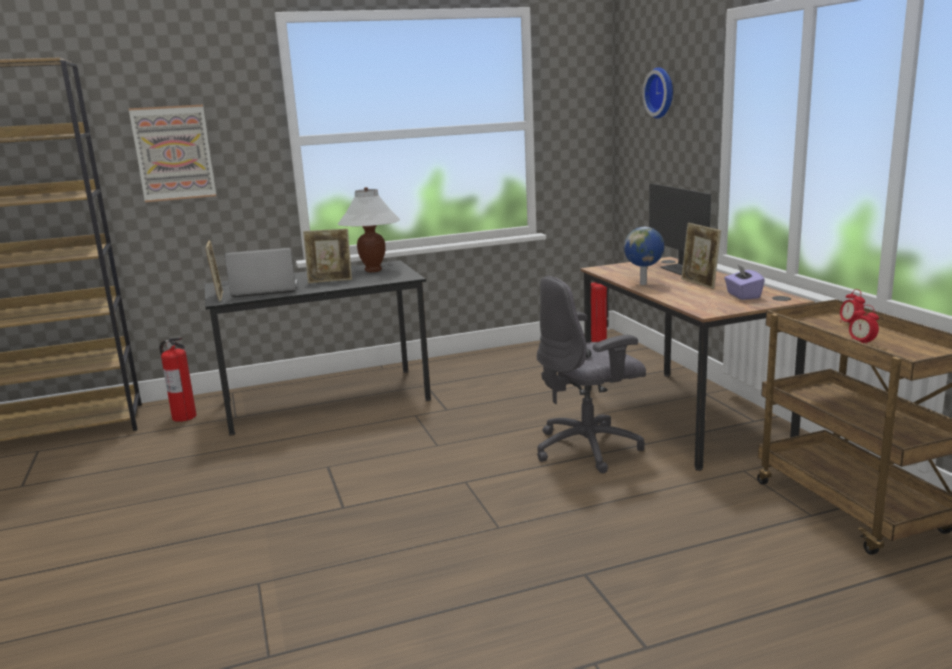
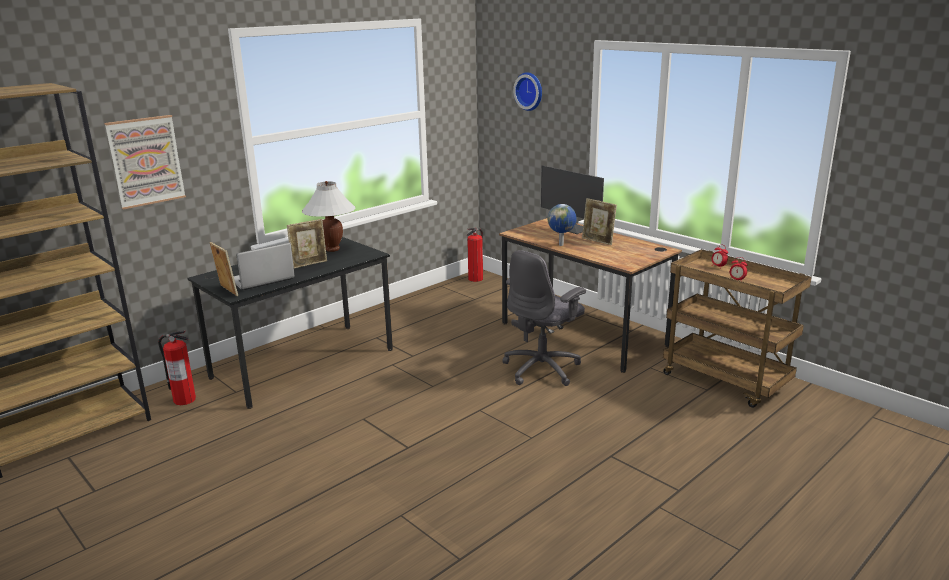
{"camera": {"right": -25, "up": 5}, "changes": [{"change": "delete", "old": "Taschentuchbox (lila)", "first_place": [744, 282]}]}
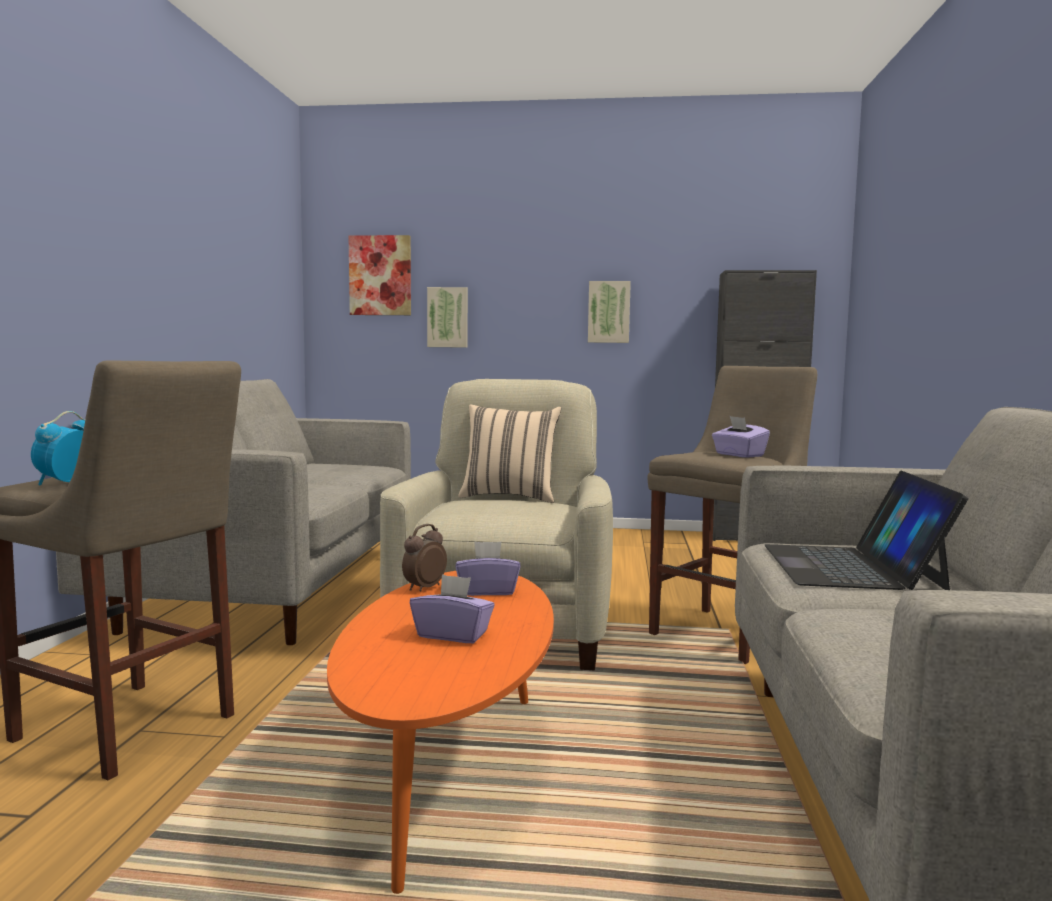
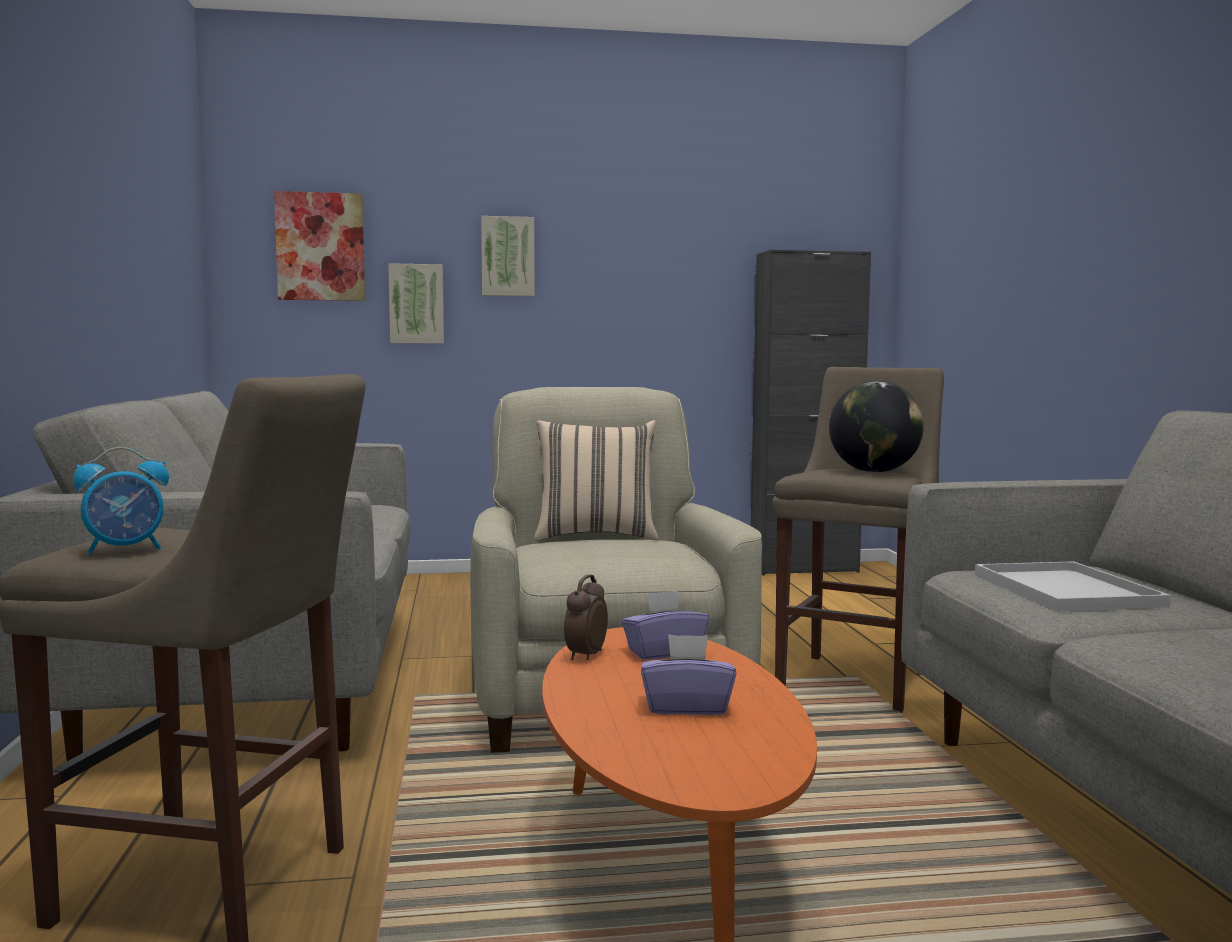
{"camera": {"right": -15, "up": 0}, "changes": [{"change": "move", "old": "Bild", "first_place": [609, 312], "second_place": [508, 256]}, {"change": "rotate", "old": "Wecker", "first_place": [58, 448], "second_place": [121, 501], "degrees": -120}, {"change": "replace", "old": "Taschentuchbox (lila)", "new": "Globus", "first_place": [741, 437], "second_place": [876, 427]}, {"change": "replace", "old": "Laptop", "new": "Tablett (weiß)", "first_place": [866, 530], "second_place": [1073, 586]}]}
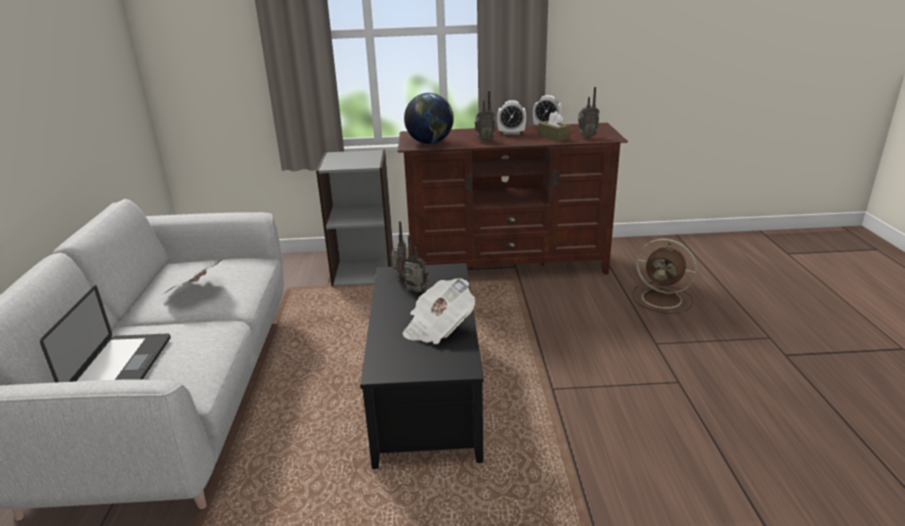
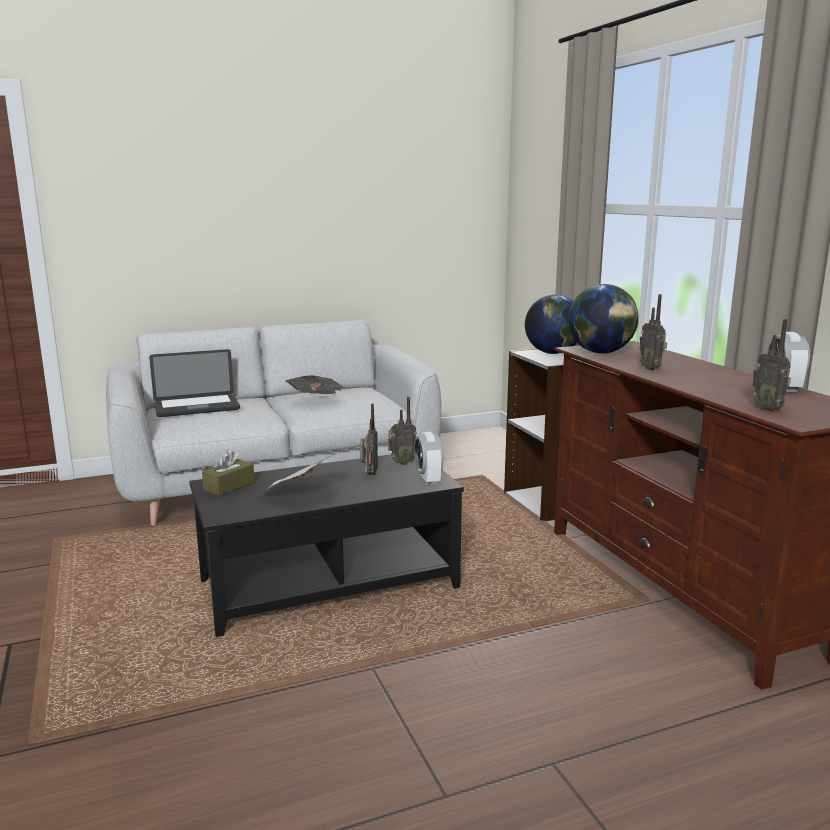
{"camera": {"right": 70, "up": -10}, "changes": [{"change": "move", "old": "Wecker", "first_place": [511, 117], "second_place": [429, 458]}, {"change": "move", "old": "Taschentuchbox (braun)", "first_place": [554, 126], "second_place": [228, 472]}, {"change": "delete", "old": "Ventilator (braun)", "first_place": [664, 276]}, {"change": "insert", "new": "Globus", "second_place": [551, 324]}]}
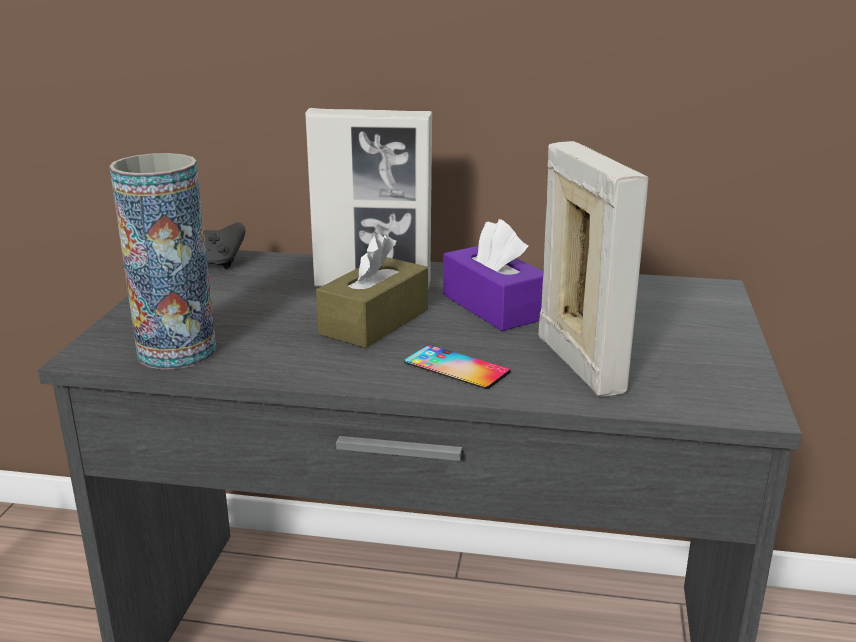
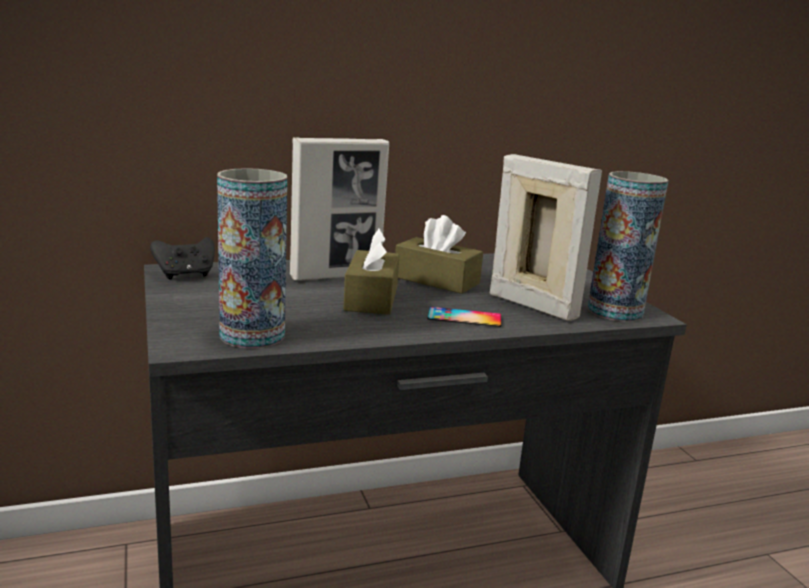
{"camera": {"right": -30, "up": -5}, "changes": [{"change": "recolor", "old": "Taschentuchbox (lila)", "new": "Taschentuchbox (braun)", "first_place": [493, 275], "second_place": [439, 254]}, {"change": "insert", "new": "Vase", "second_place": [628, 246]}]}
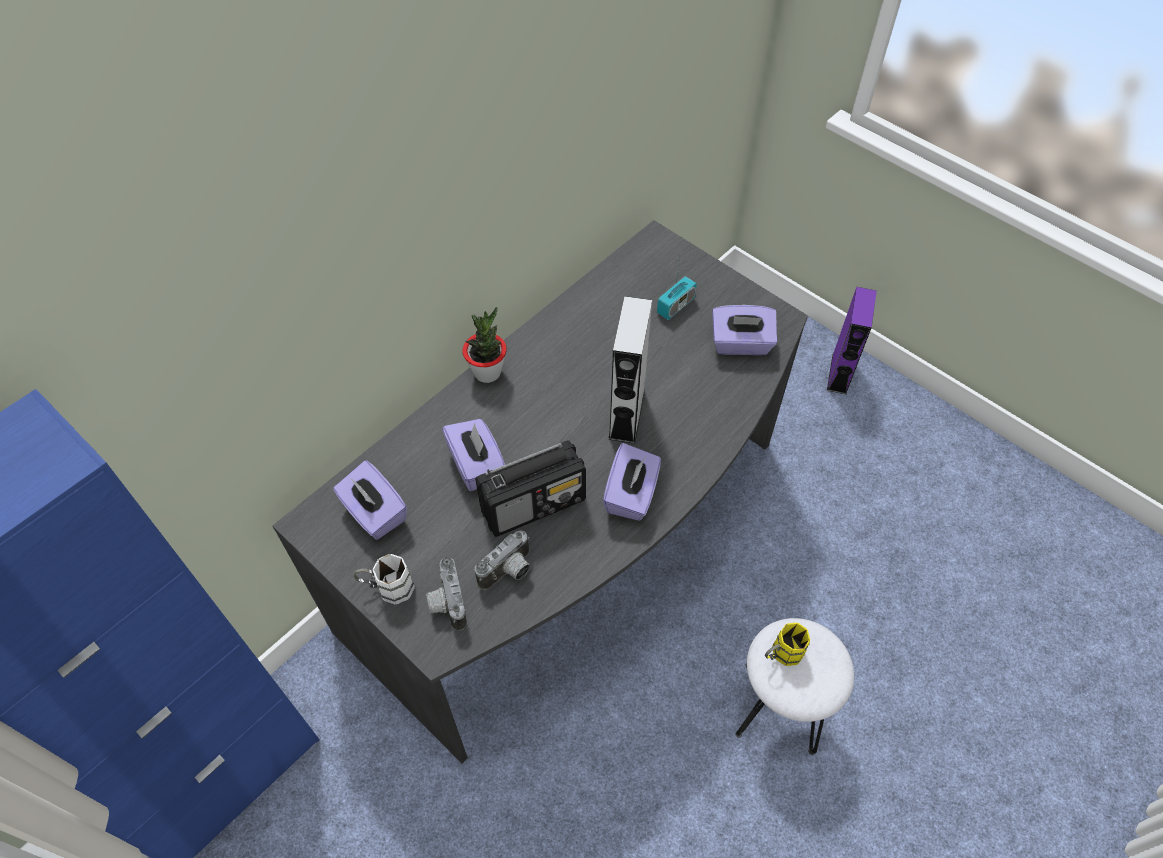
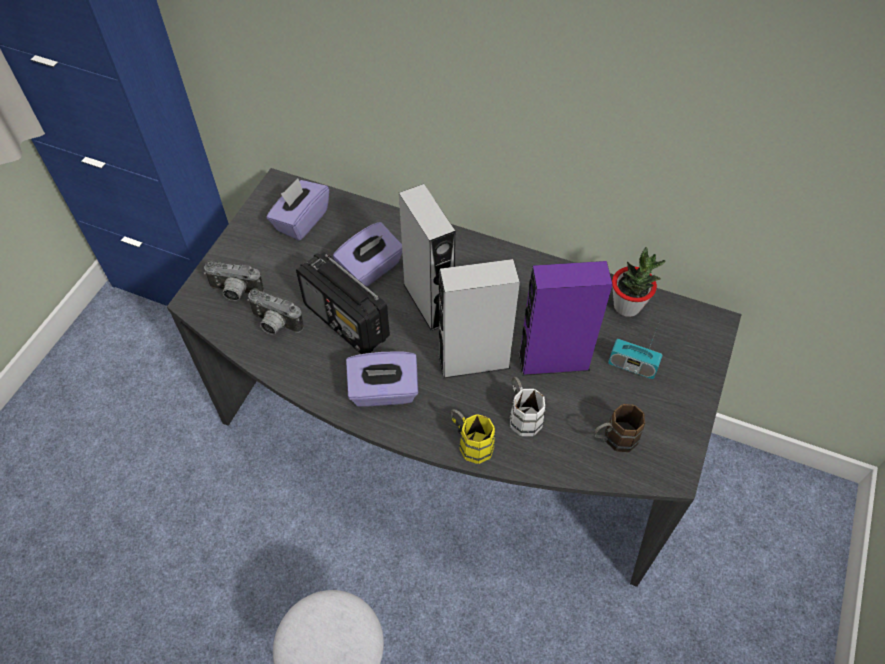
{"camera": {"right": 70, "up": 0}, "changes": [{"change": "move", "old": "Lautsprecher (lila)", "first_place": [852, 341], "second_place": [566, 318]}, {"change": "replace", "old": "Taschentuchbox (lila)", "new": "Henkelbecher (braun)", "first_place": [744, 330], "second_place": [619, 428]}, {"change": "move", "old": "Topfpflanze", "first_place": [484, 345], "second_place": [638, 282]}, {"change": "move", "old": "Henkelbecher (weiß)", "first_place": [384, 579], "second_place": [527, 406]}, {"change": "rotate", "old": "Kamera", "first_place": [446, 594], "second_place": [234, 280], "degrees": -135}, {"change": "move", "old": "Henkelbecher (gelb)", "first_place": [787, 644], "second_place": [472, 436]}, {"change": "insert", "new": "Lautsprecher (grau)", "second_place": [427, 257]}]}
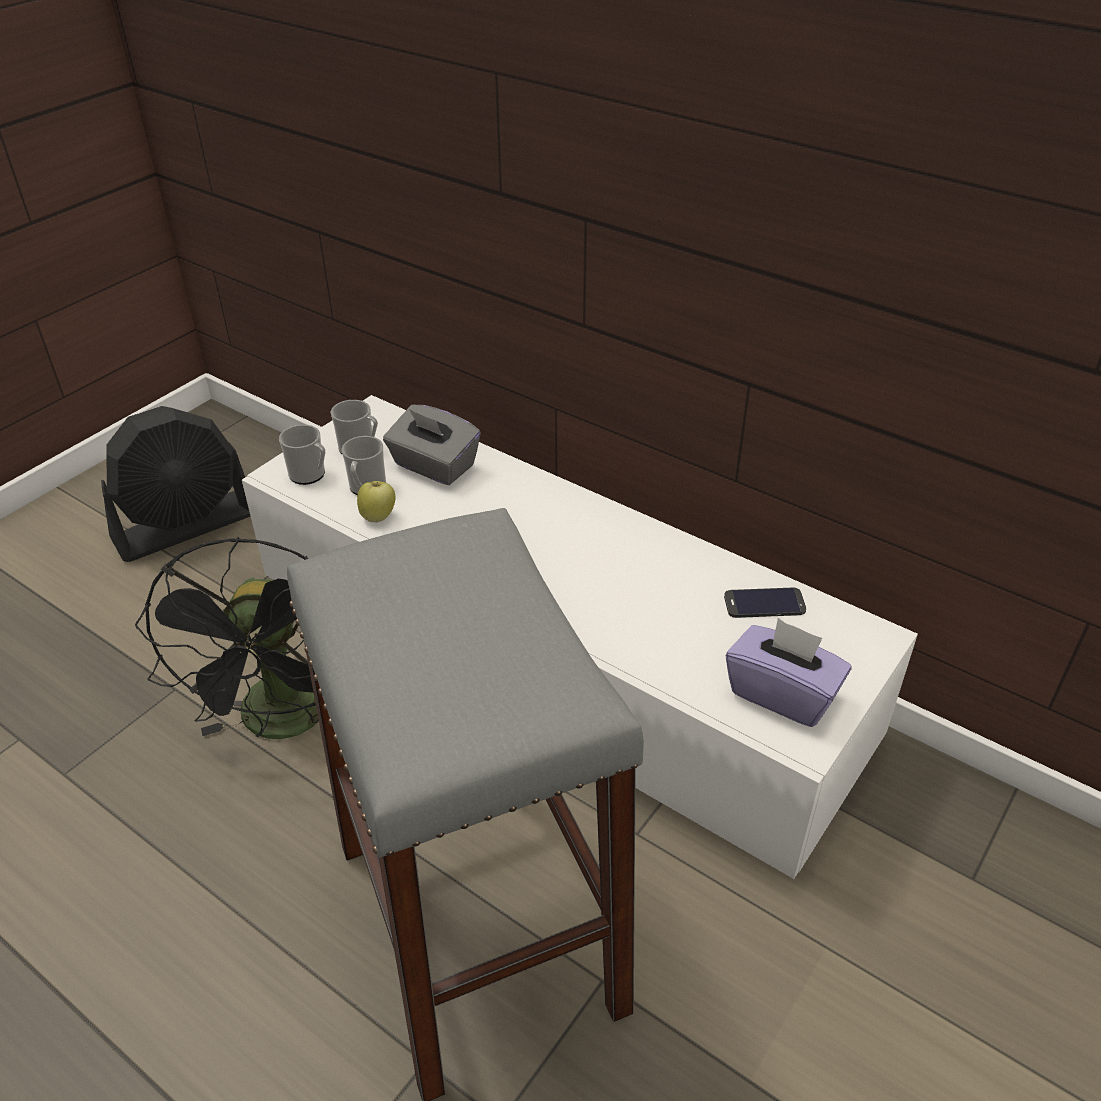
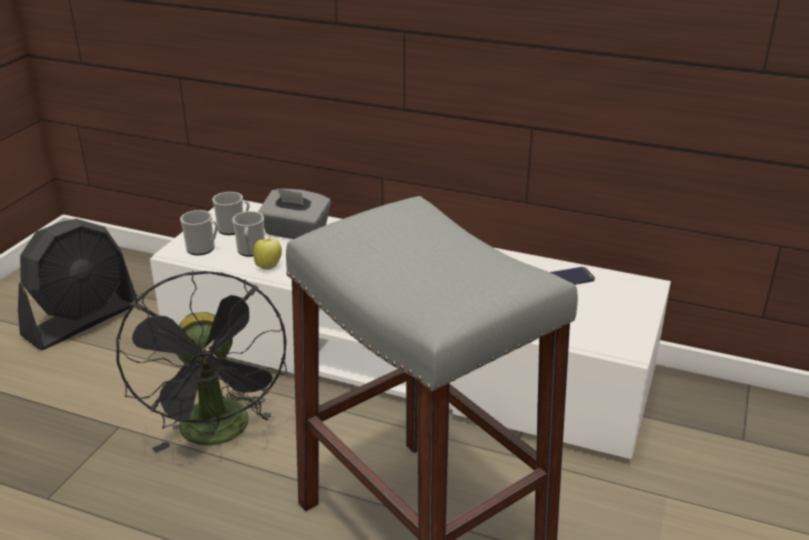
{"camera": {"right": -15, "up": -10}, "changes": [{"change": "delete", "old": "Taschentuchbox (lila)", "first_place": [788, 672]}]}
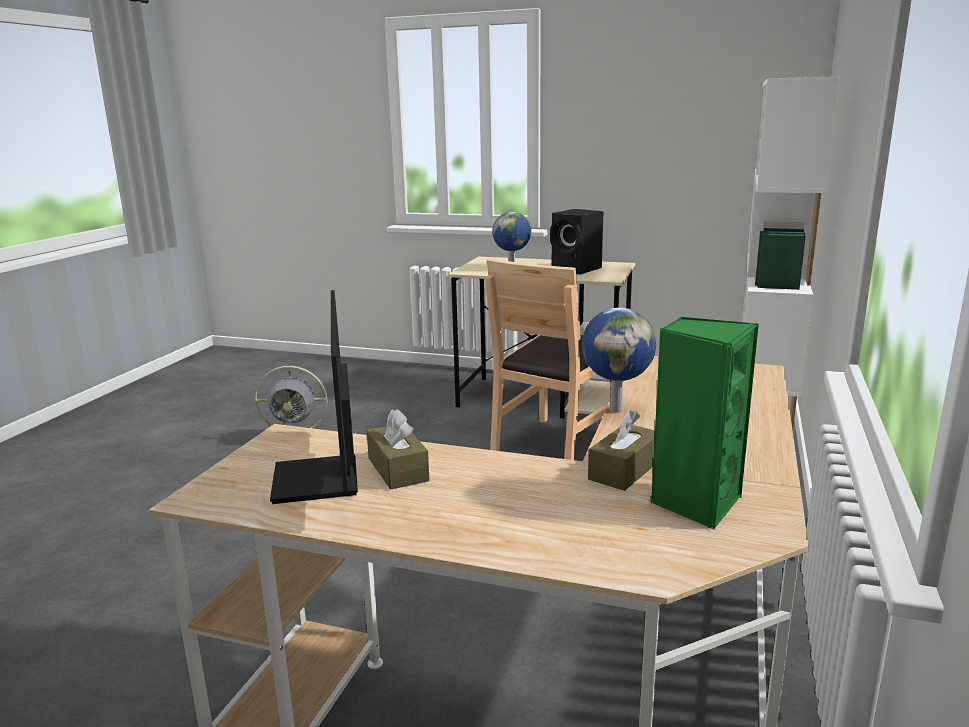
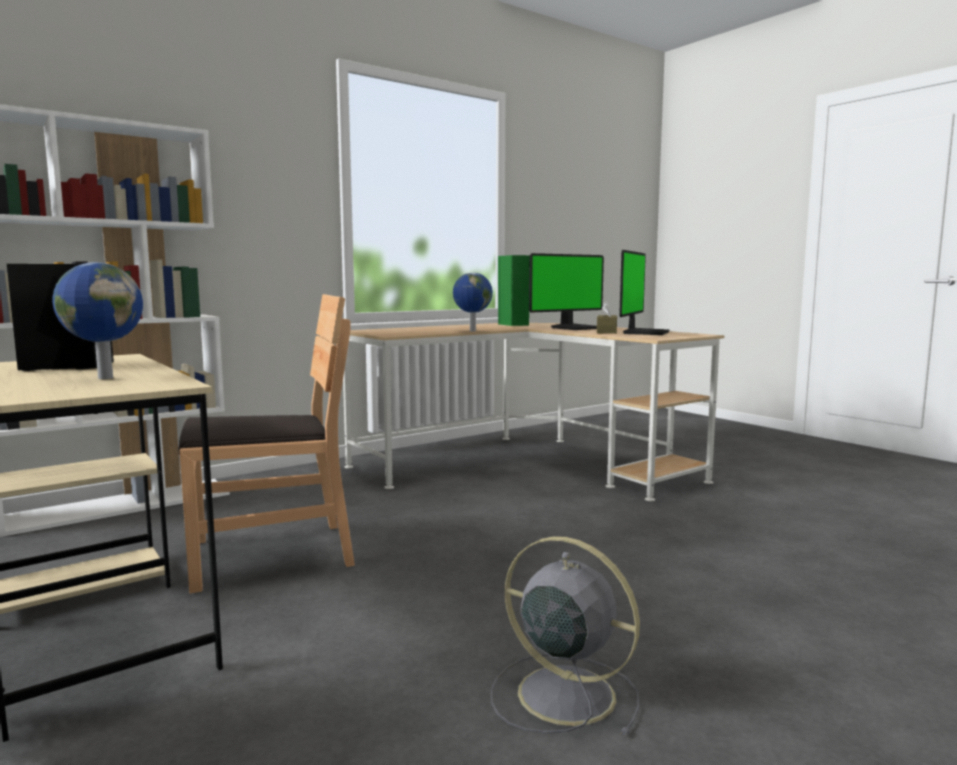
{"camera": {"right": -145, "up": -10}, "changes": [{"change": "delete", "old": "Taschentuchbox (braun)", "first_place": [621, 450]}, {"change": "insert", "new": "Monitor", "second_place": [566, 291]}]}
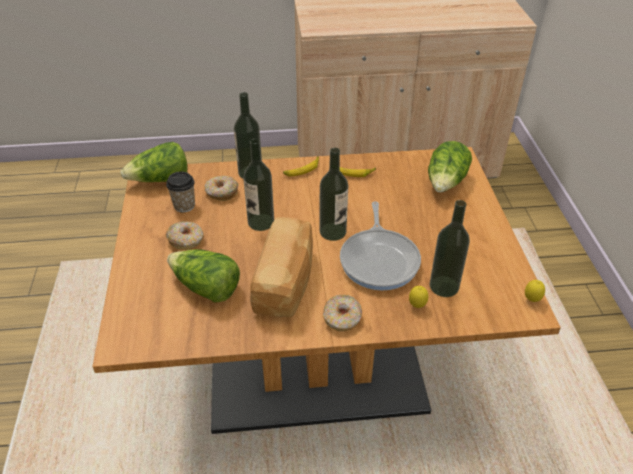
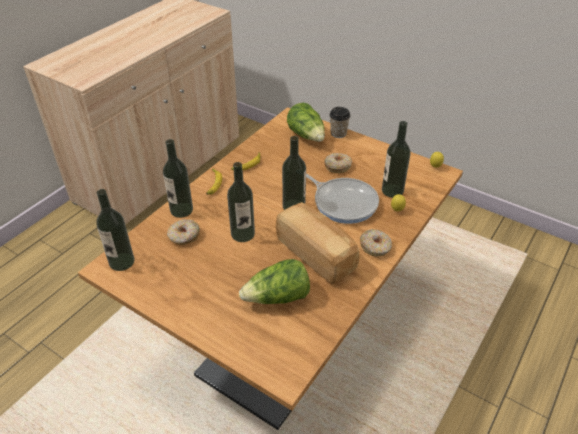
{"camera": {"right": -50, "up": 0}, "changes": [{"change": "replace", "old": "Salatkopf", "new": "Flasche", "first_place": [154, 162], "second_place": [115, 230]}, {"change": "move", "old": "Tasse", "first_place": [180, 191], "second_place": [340, 122]}, {"change": "move", "old": "Donut", "first_place": [185, 235], "second_place": [338, 163]}]}
